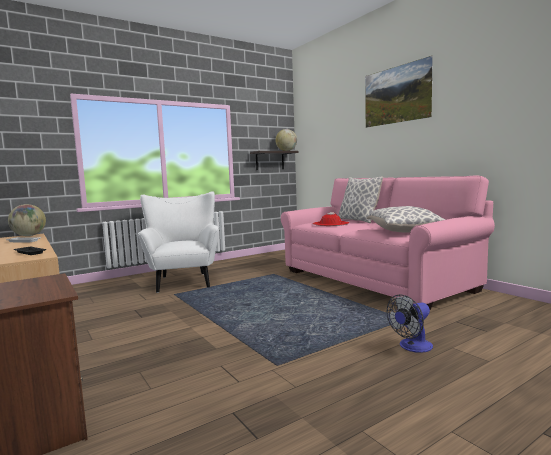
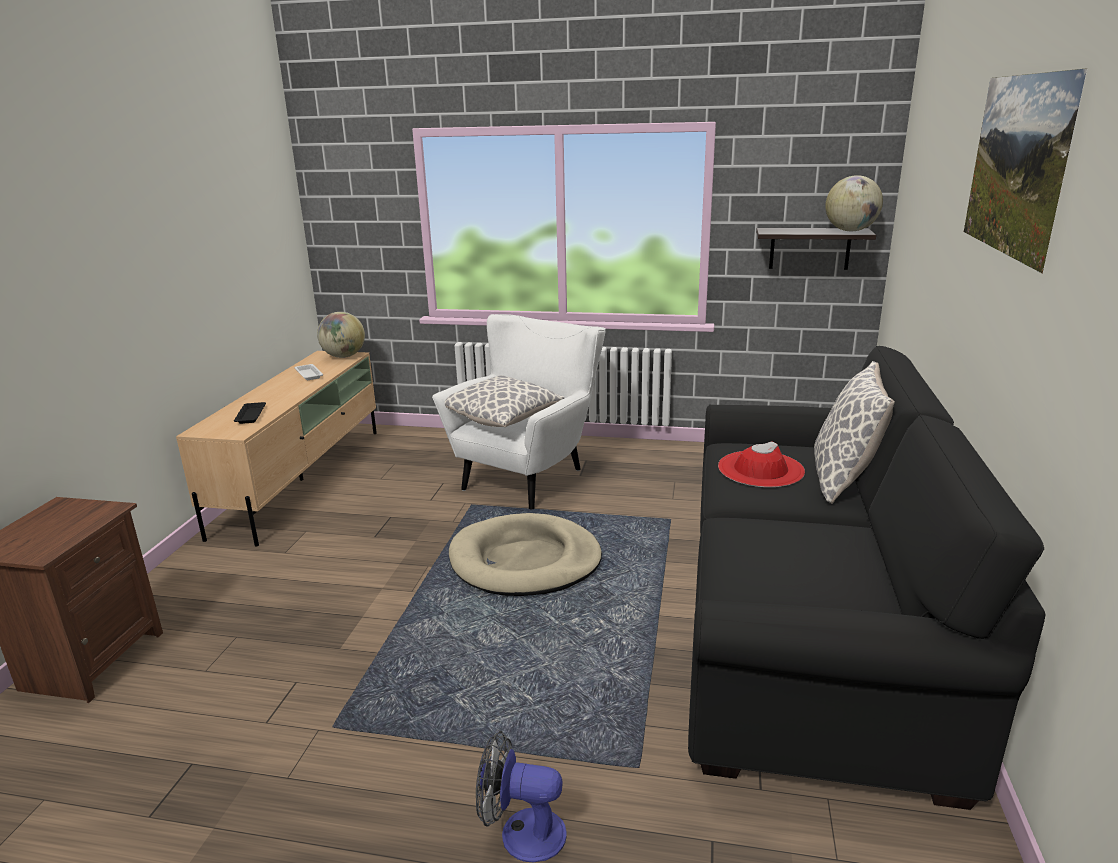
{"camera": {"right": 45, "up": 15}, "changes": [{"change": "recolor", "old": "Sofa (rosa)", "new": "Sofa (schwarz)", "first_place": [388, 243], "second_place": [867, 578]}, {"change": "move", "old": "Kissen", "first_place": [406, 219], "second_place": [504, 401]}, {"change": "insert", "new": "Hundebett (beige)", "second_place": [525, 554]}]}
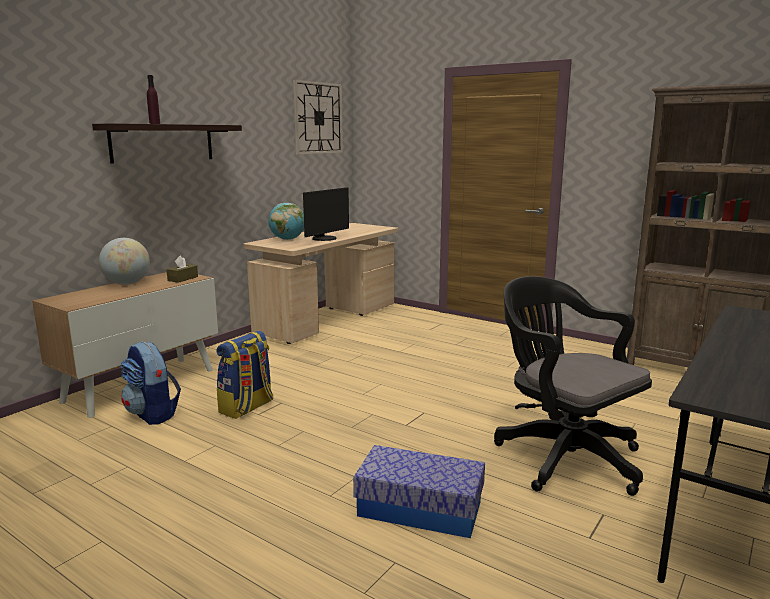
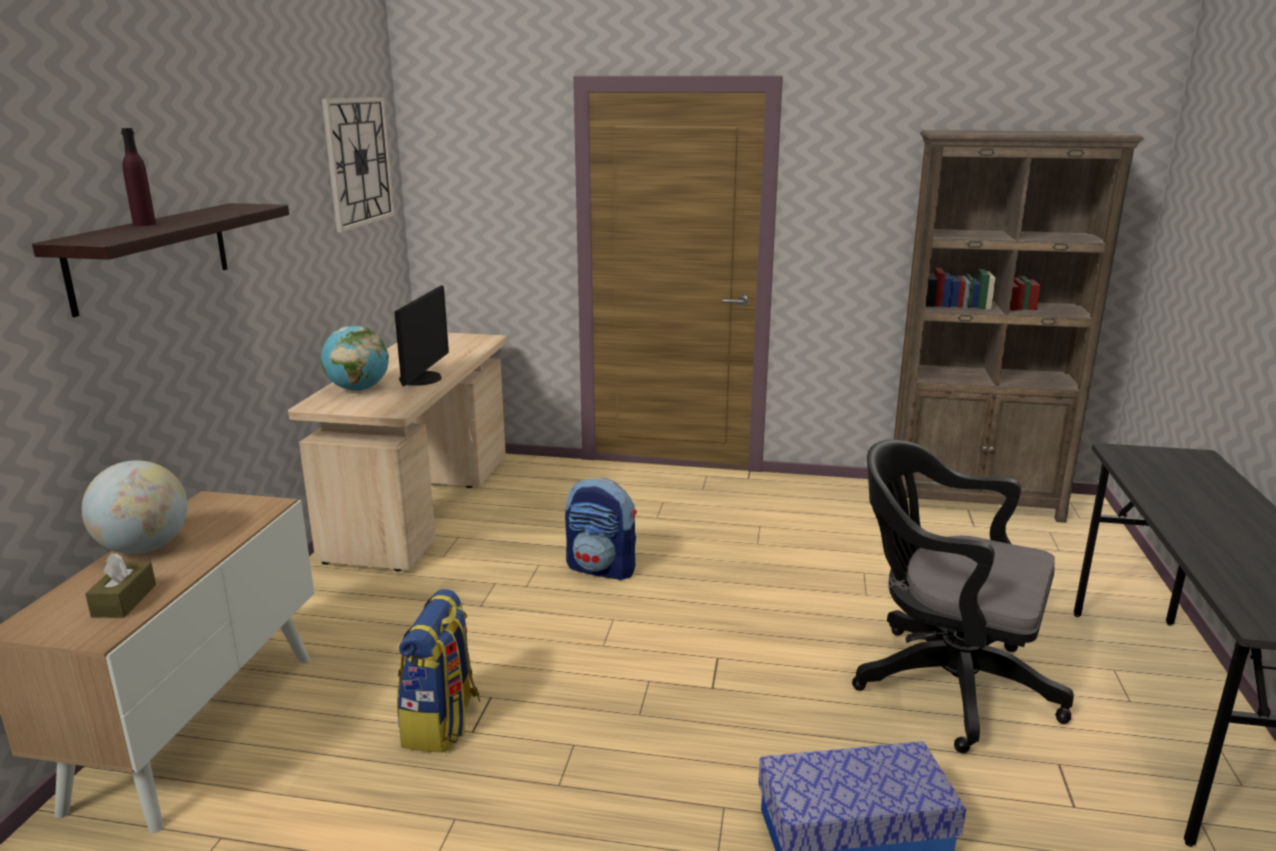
{"camera": {"right": -25, "up": 5}, "changes": [{"change": "move", "old": "Taschentuchbox (braun)", "first_place": [182, 269], "second_place": [120, 585]}, {"change": "move", "old": "Rucksack", "first_place": [150, 383], "second_place": [601, 529]}]}
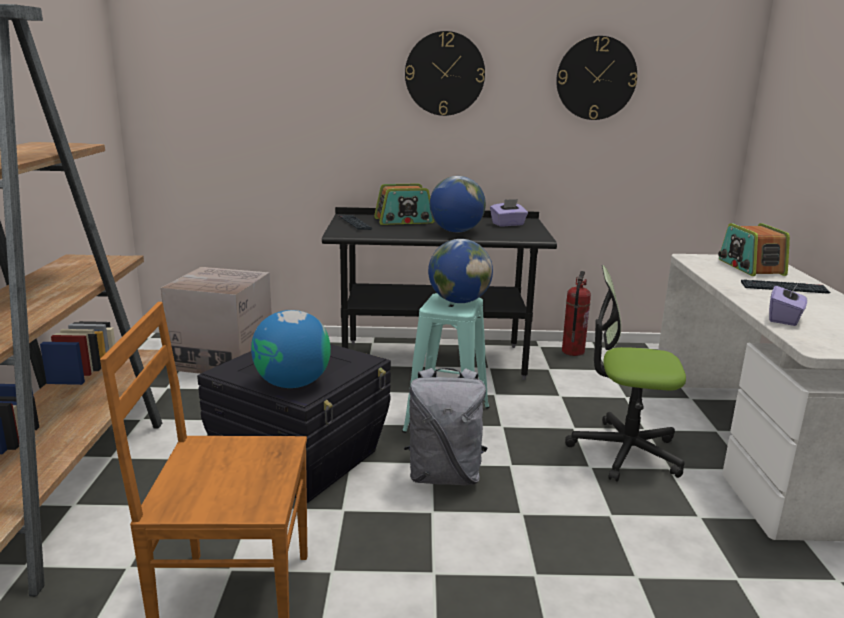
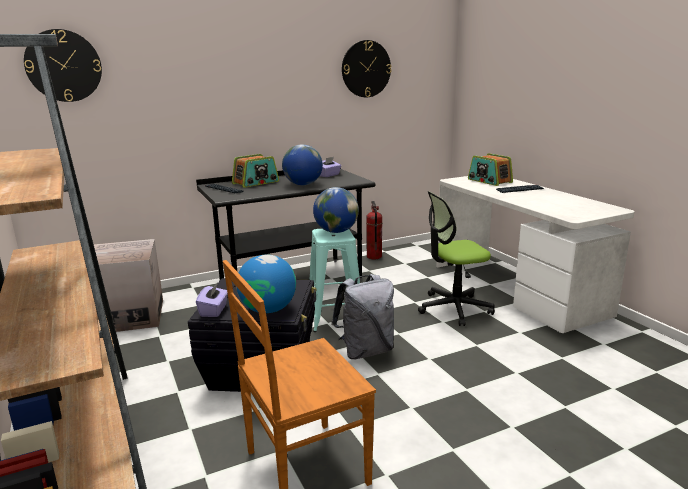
{"camera": {"right": -25, "up": 0}, "changes": [{"change": "move", "old": "Wanduhr", "first_place": [445, 73], "second_place": [63, 65]}, {"change": "move", "old": "Taschentuchbox (lila)", "first_place": [788, 304], "second_place": [212, 300]}]}
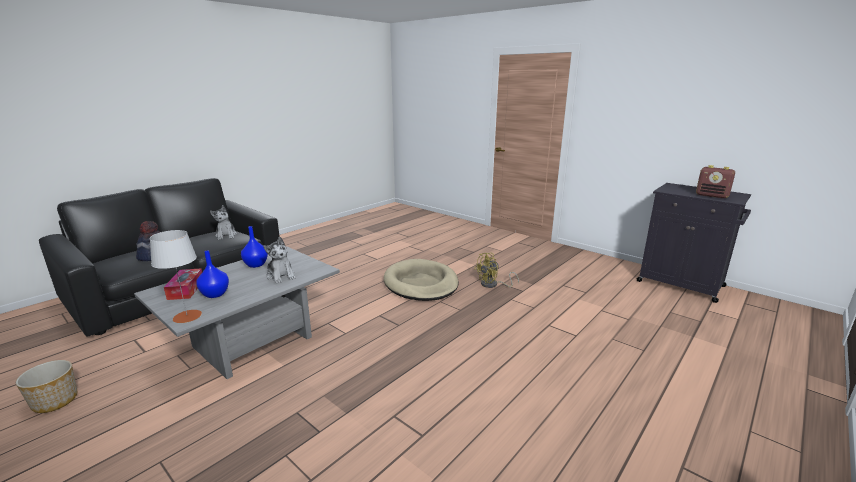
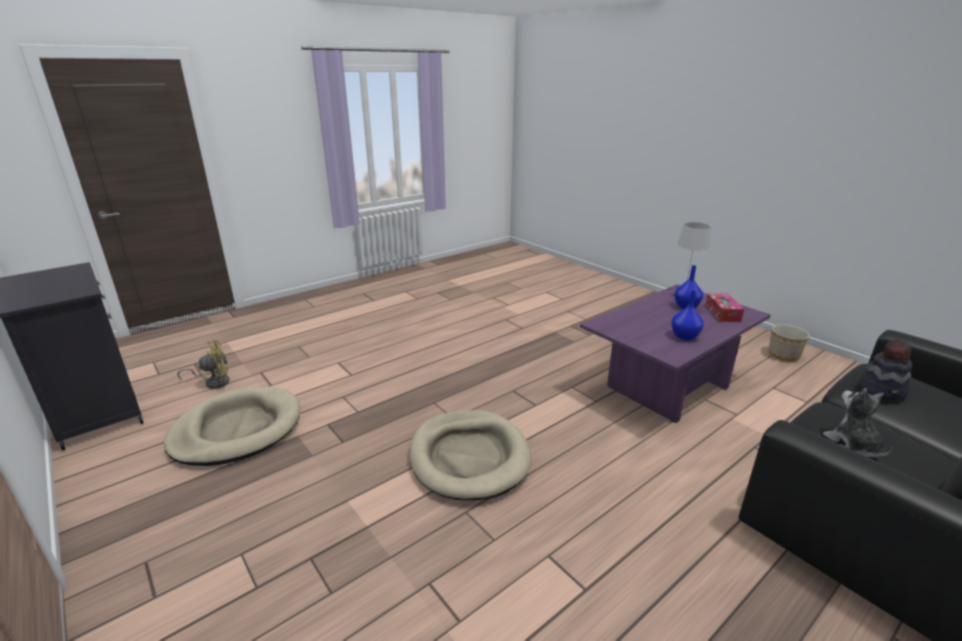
{"camera": {"right": -170, "up": 5}, "changes": [{"change": "delete", "old": "Radio", "first_place": [715, 182]}, {"change": "delete", "old": "Plüschtier", "first_place": [279, 260]}, {"change": "recolor", "old": "Couchtisch (grau)", "new": "Couchtisch (lila)", "first_place": [237, 312], "second_place": [675, 353]}, {"change": "move", "old": "Ventilator (gelb)", "first_place": [496, 270], "second_place": [203, 364]}, {"change": "insert", "new": "Hundebett (beige)", "second_place": [232, 426]}]}
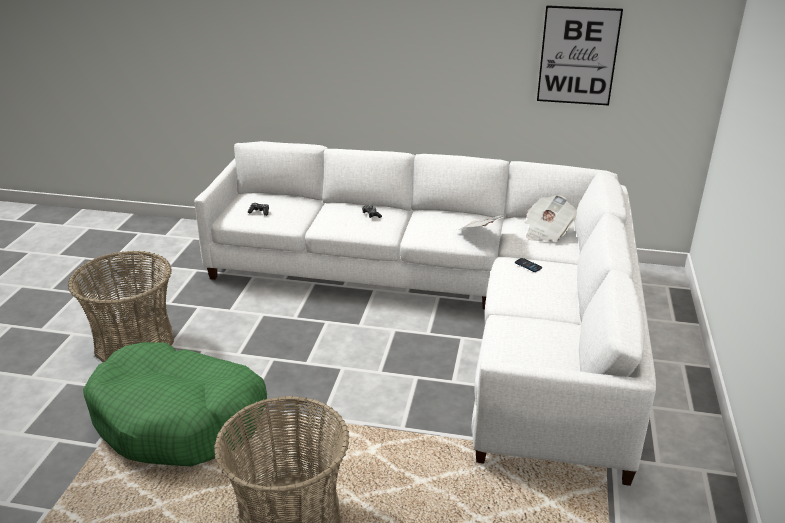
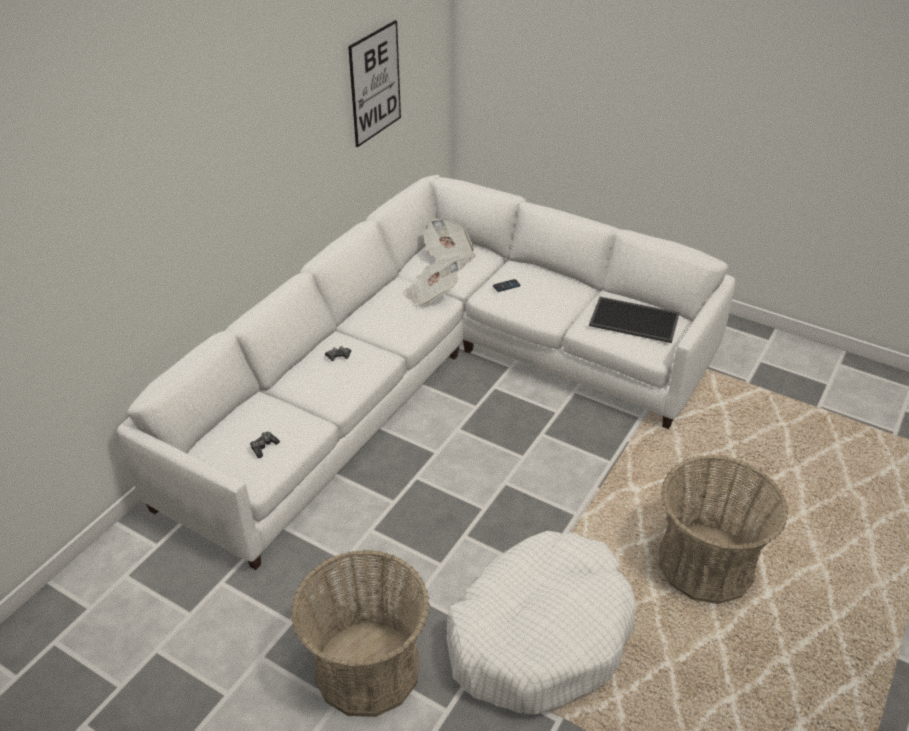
{"camera": {"right": -70, "up": 10}, "changes": [{"change": "recolor", "old": "Hundebett (grün)", "new": "Hundebett (weiß)", "first_place": [175, 404], "second_place": [541, 622]}, {"change": "insert", "new": "Tablett", "second_place": [634, 320]}]}
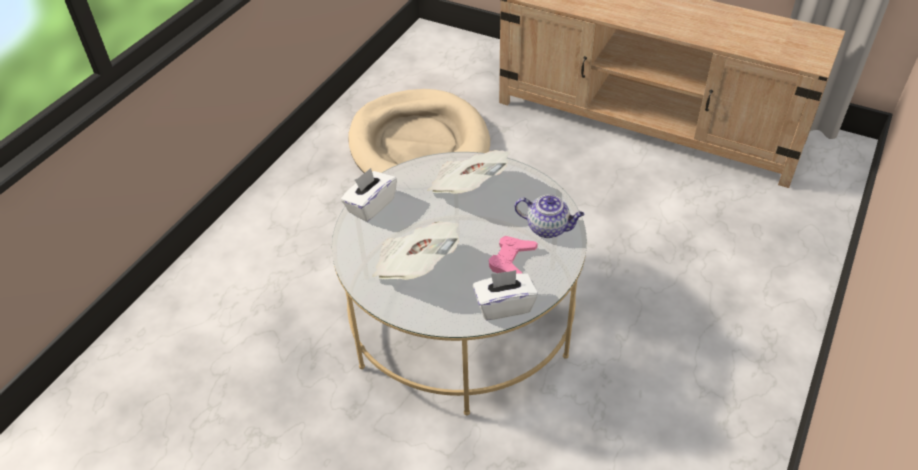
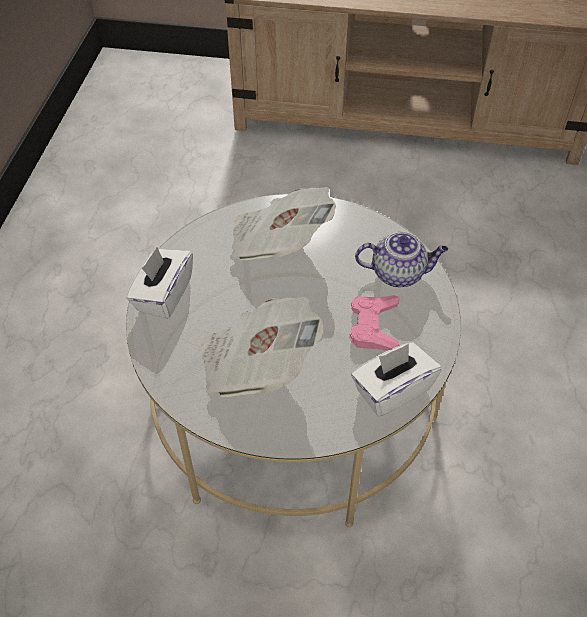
{"camera": {"right": -20, "up": 5}, "changes": [{"change": "delete", "old": "Hundebett (beige)", "first_place": [419, 131]}]}
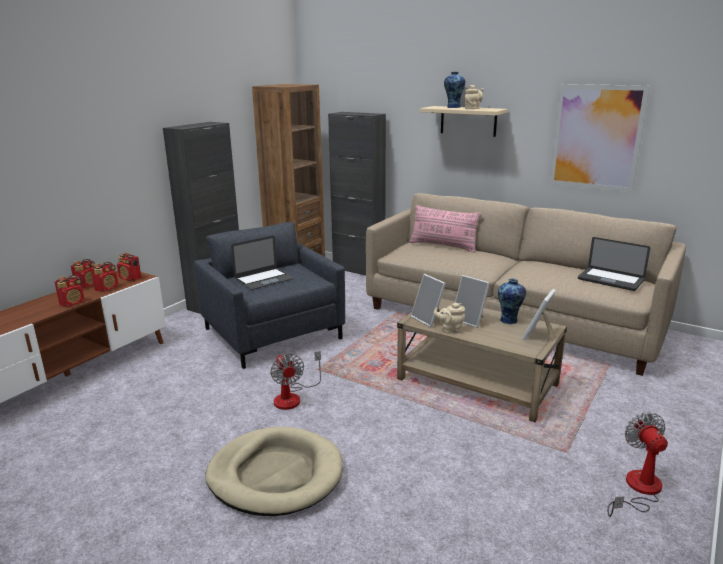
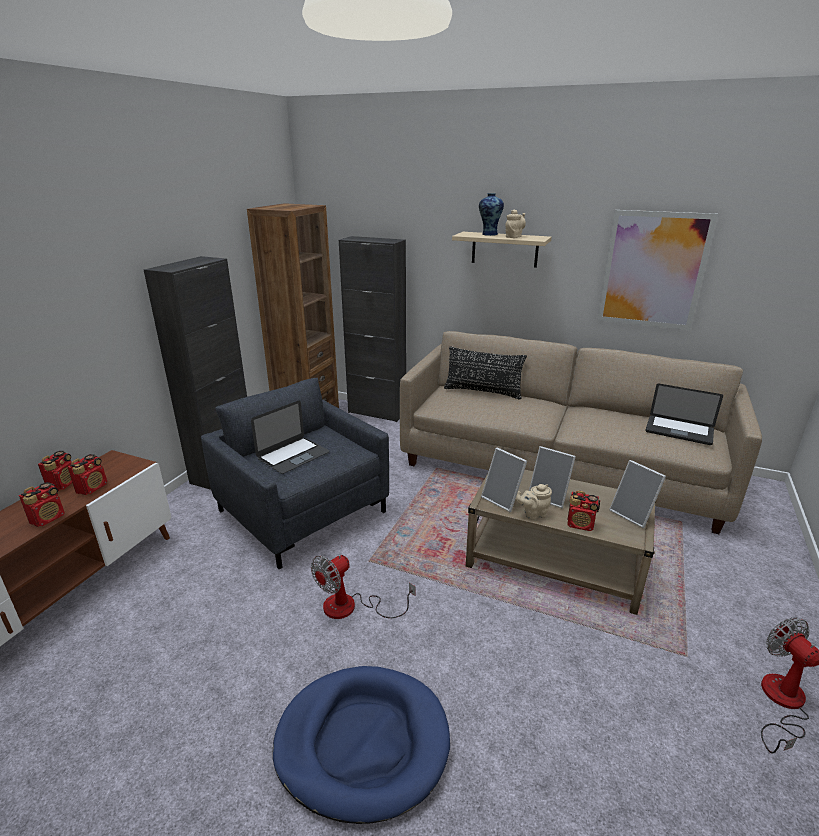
{"camera": {"right": -10, "up": 5}, "changes": [{"change": "recolor", "old": "Kissen (rosa)", "new": "Kissen (schwarz)", "first_place": [445, 228], "second_place": [485, 372]}, {"change": "move", "old": "Radio", "first_place": [129, 266], "second_place": [583, 510]}, {"change": "delete", "old": "Vase", "first_place": [512, 301]}, {"change": "rotate", "old": "Bilderrahmen", "first_place": [539, 315], "second_place": [637, 494], "degrees": -60}, {"change": "rotate", "old": "Ventilator", "first_place": [295, 380], "second_place": [363, 587], "degrees": 75}, {"change": "recolor", "old": "Hundebett (beige)", "new": "Hundebett (blau)", "first_place": [274, 471], "second_place": [361, 745]}]}
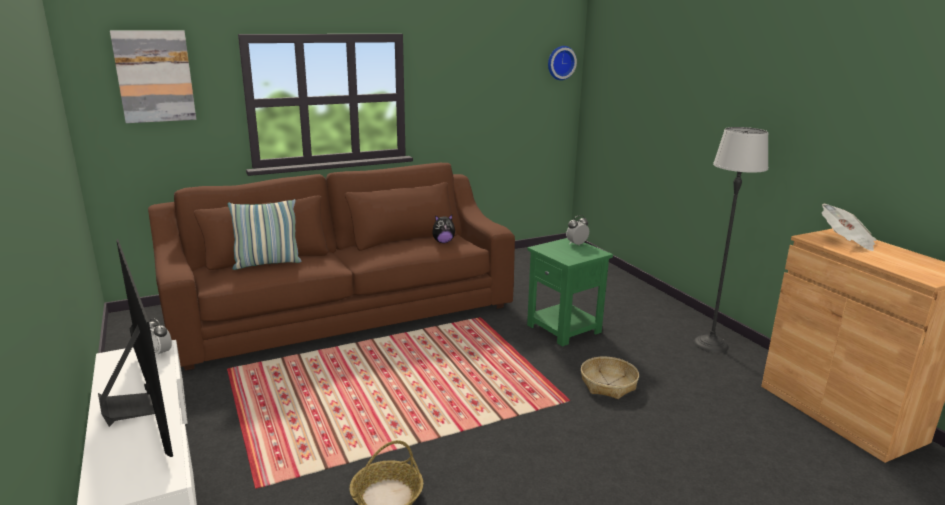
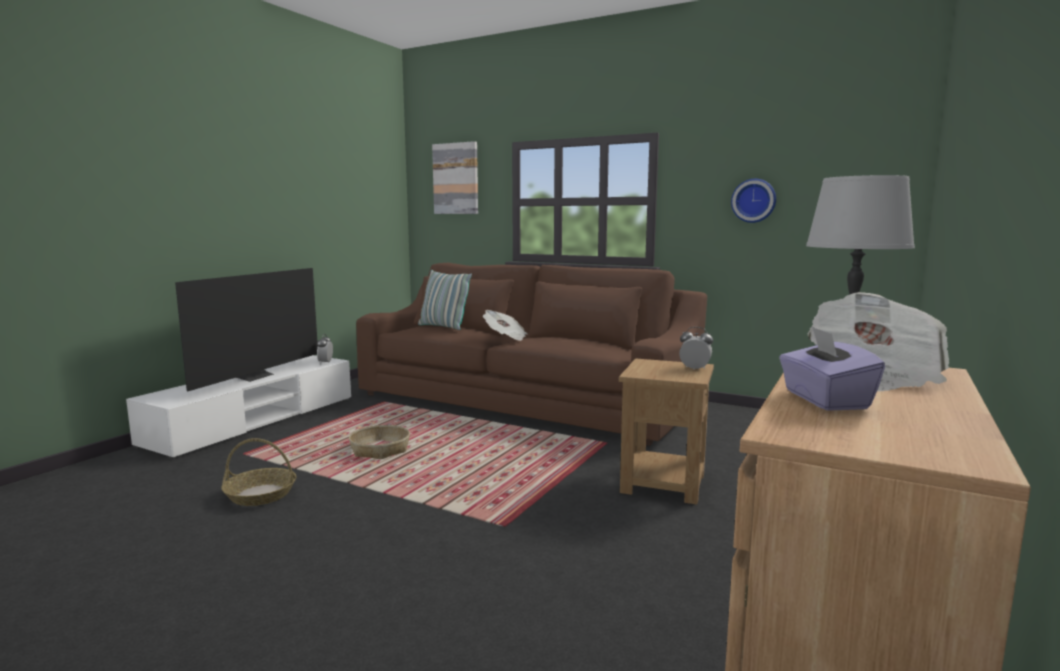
{"camera": {"right": 55, "up": -10}, "changes": [{"change": "move", "old": "Wanduhr", "first_place": [562, 63], "second_place": [753, 201]}, {"change": "delete", "old": "Plüschtier", "first_place": [443, 229]}, {"change": "recolor", "old": "Beistelltisch (grün)", "new": "Beistelltisch (braun)", "first_place": [570, 292], "second_place": [666, 431]}, {"change": "move", "old": "Korb", "first_place": [610, 378], "second_place": [379, 442]}, {"change": "insert", "new": "Zeitung", "second_place": [505, 325]}, {"change": "insert", "new": "Taschentuchbox (lila)", "second_place": [832, 368]}]}
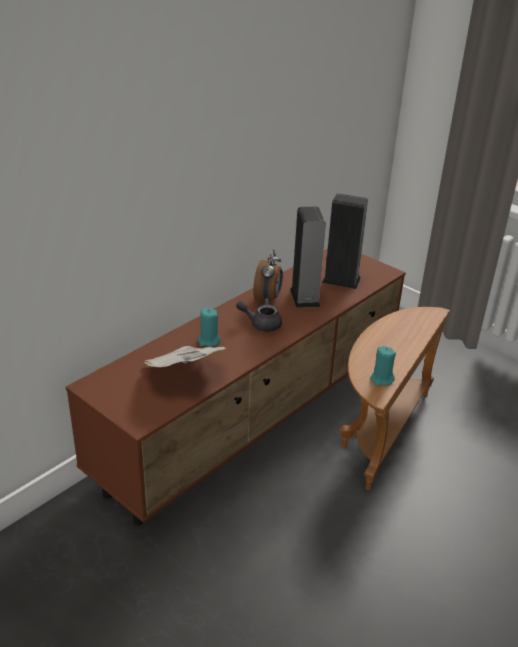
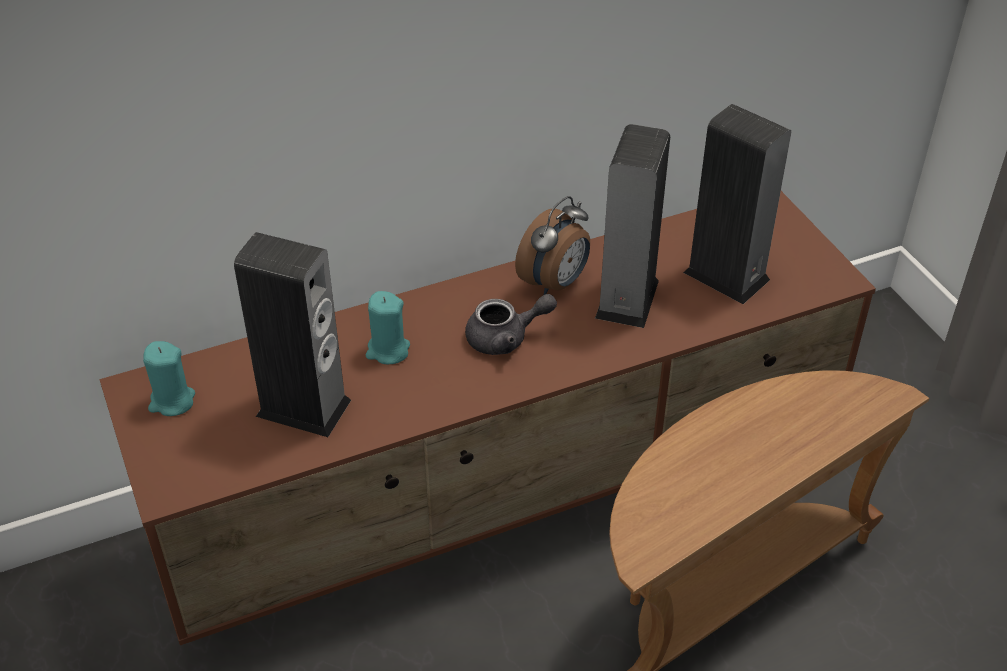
{"camera": {"right": 25, "up": 10}, "changes": [{"change": "rotate", "old": "Teekanne (grau)", "first_place": [259, 315], "second_place": [511, 324], "degrees": 135}, {"change": "replace", "old": "Zeitung", "new": "Lautsprecher", "first_place": [184, 356], "second_place": [292, 334]}, {"change": "move", "old": "Kerze (türkis)", "first_place": [383, 366], "second_place": [169, 378]}]}
